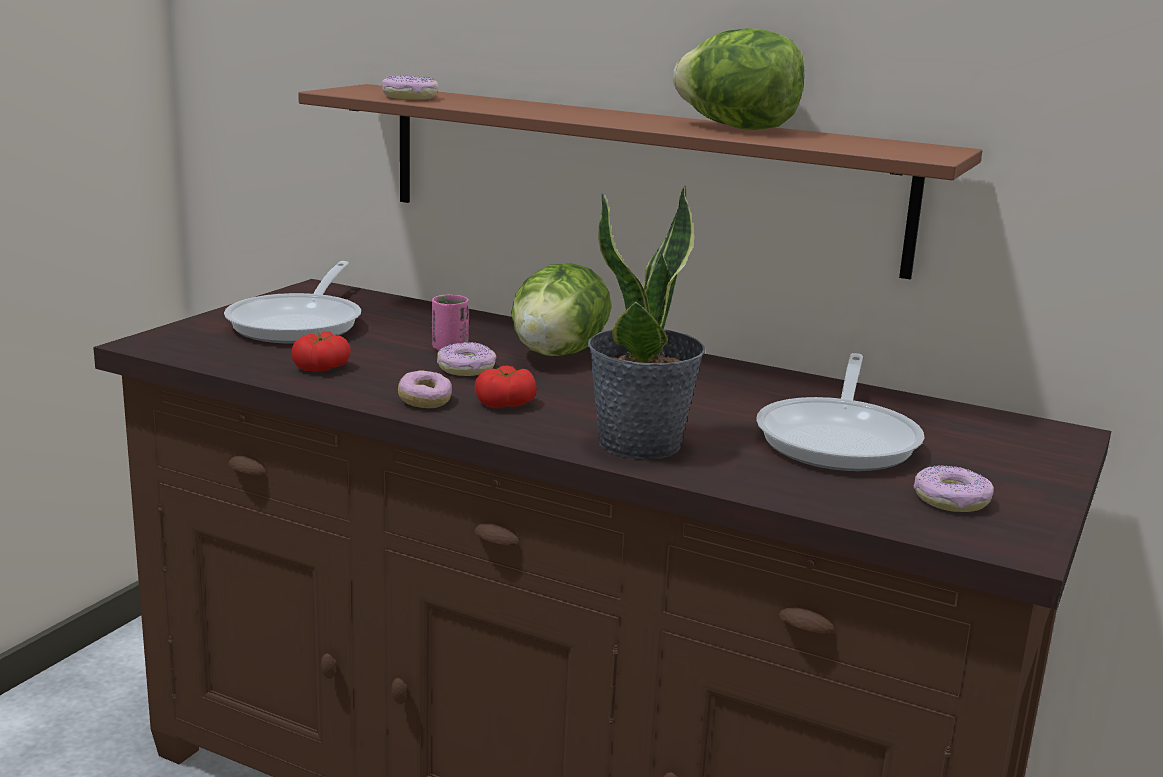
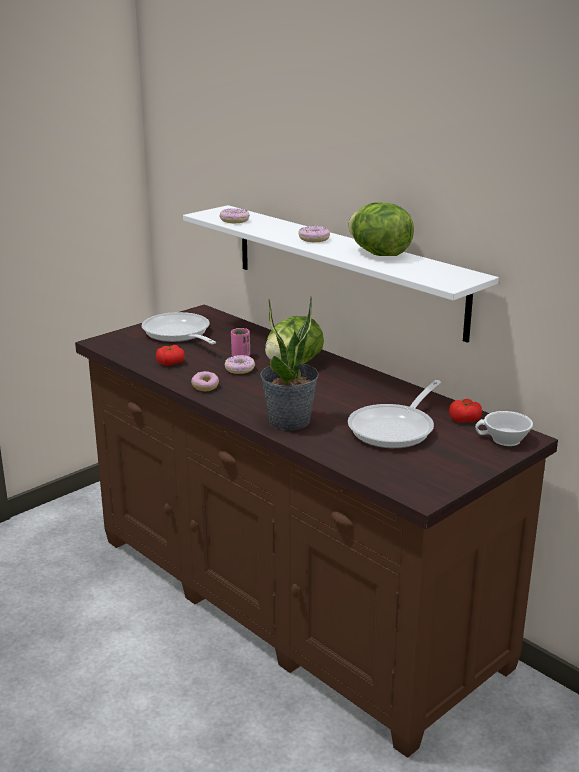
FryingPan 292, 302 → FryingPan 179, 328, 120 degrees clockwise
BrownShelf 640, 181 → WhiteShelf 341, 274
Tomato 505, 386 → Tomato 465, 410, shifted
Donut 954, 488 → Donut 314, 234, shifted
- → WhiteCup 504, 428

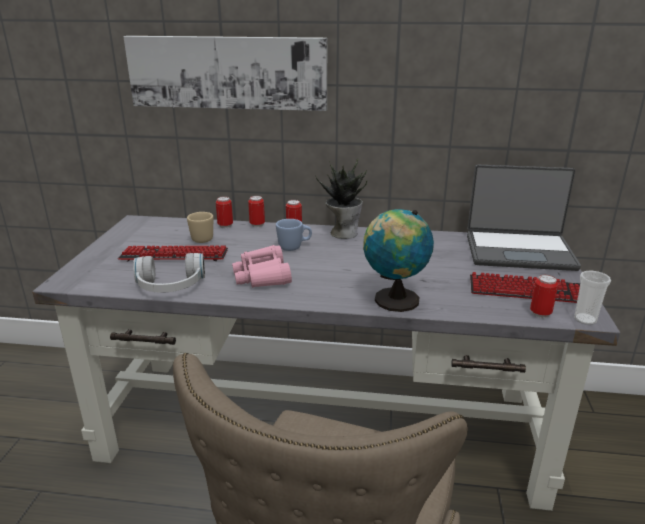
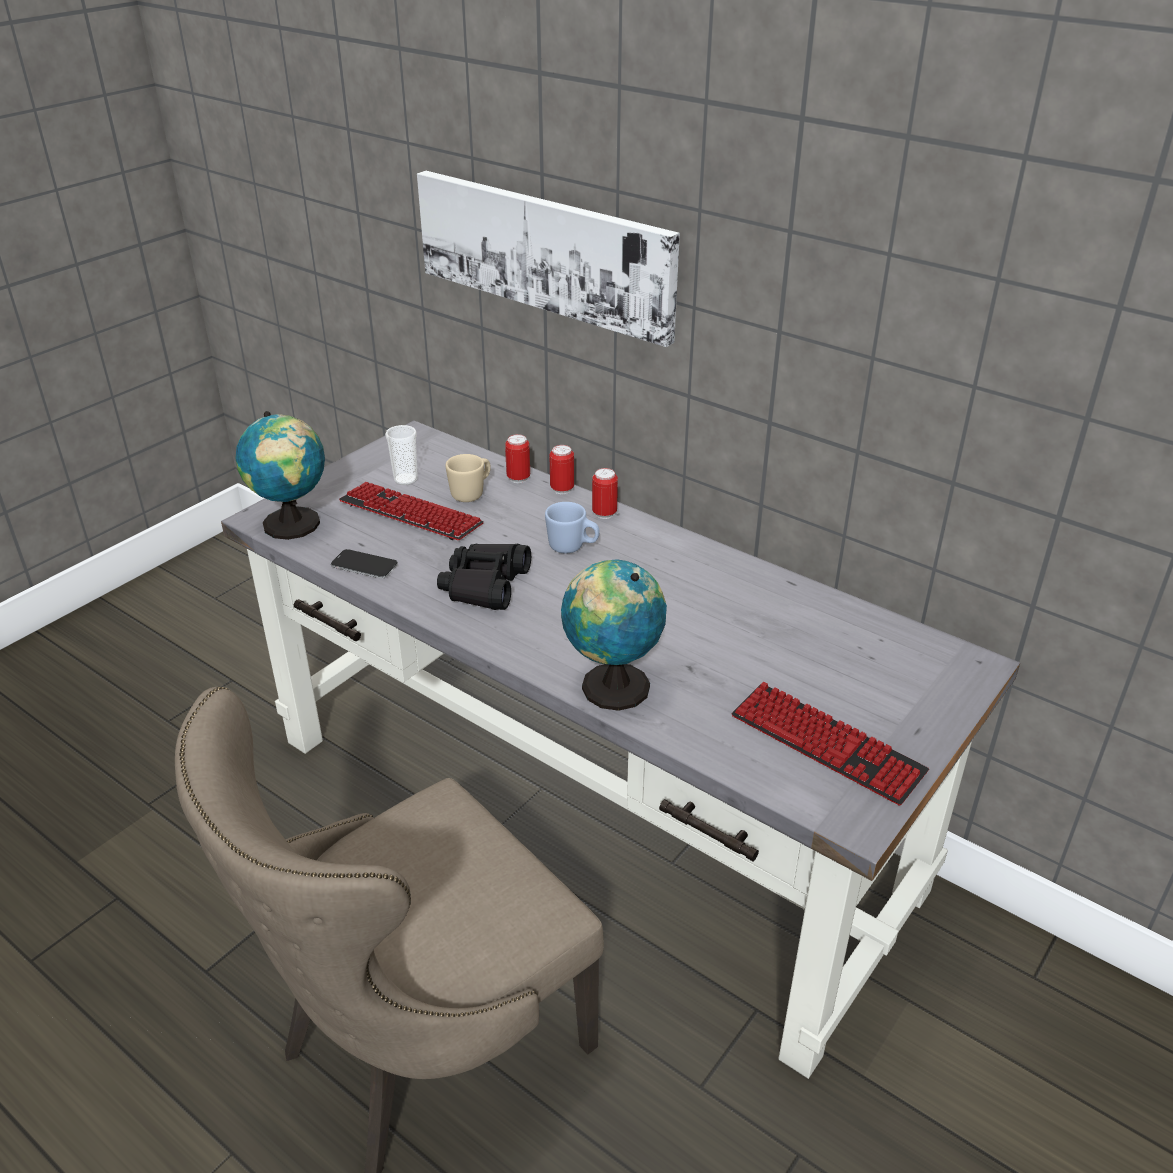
WhiteHeadphones 169, 273 → Phone 364, 564
PinkBinoculars 262, 266 → BlackBinoculars 484, 577
PottedPlant 341, 198 → -
Laptop 524, 218 → -
Can 544, 296 → -
Cup 592, 298 → Cup 401, 455, shifted
- → Globe 280, 475

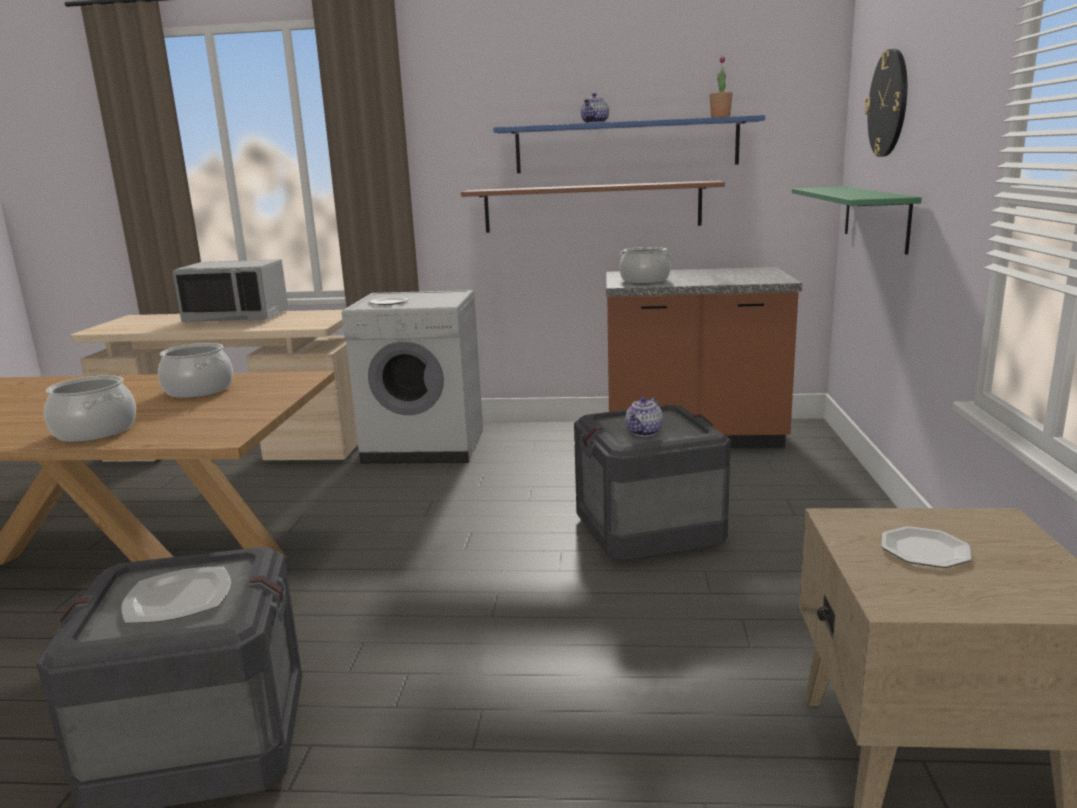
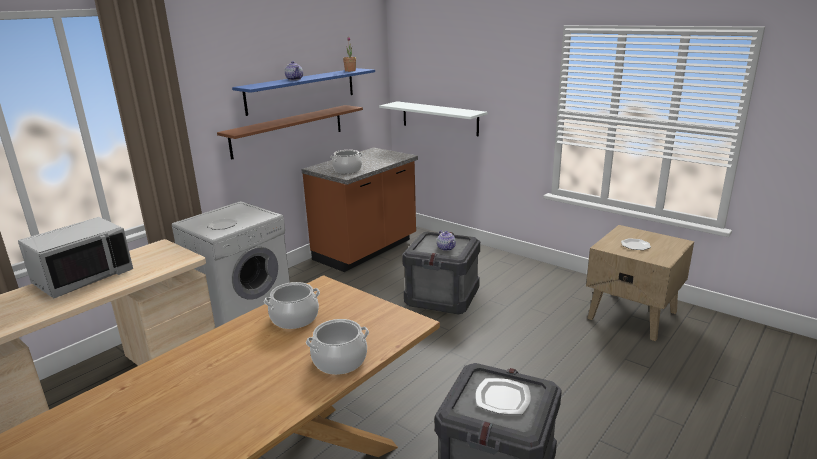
GreenShelf 857, 220 → WhiteShelf 433, 118
WallClock 886, 103 → -

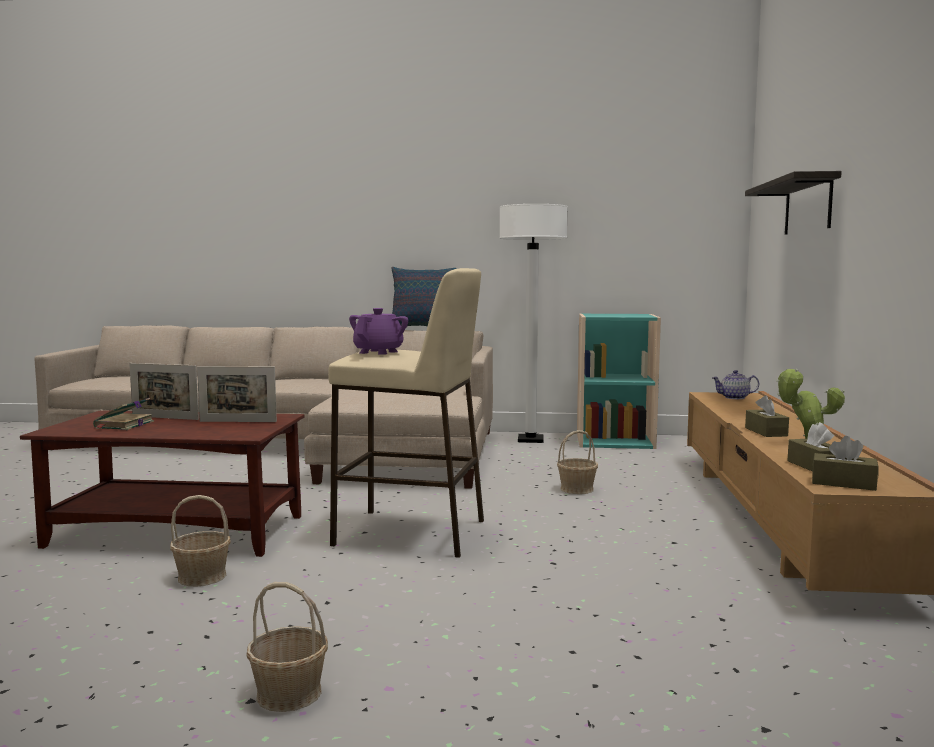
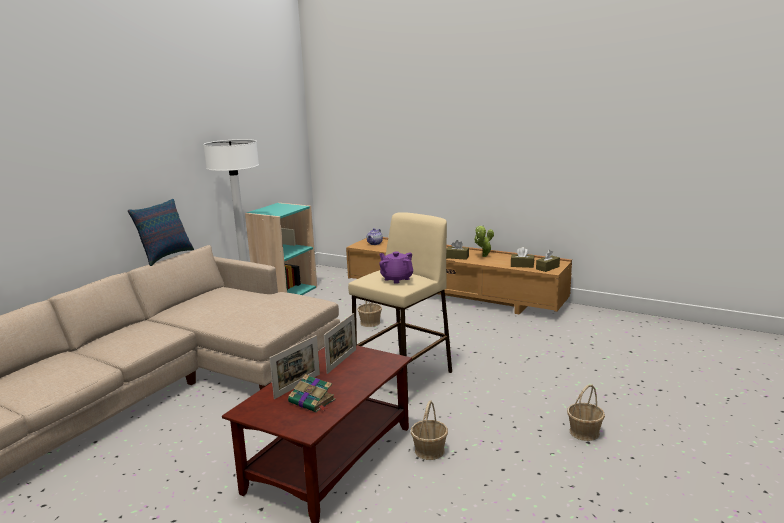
Shelf 793, 203 → -

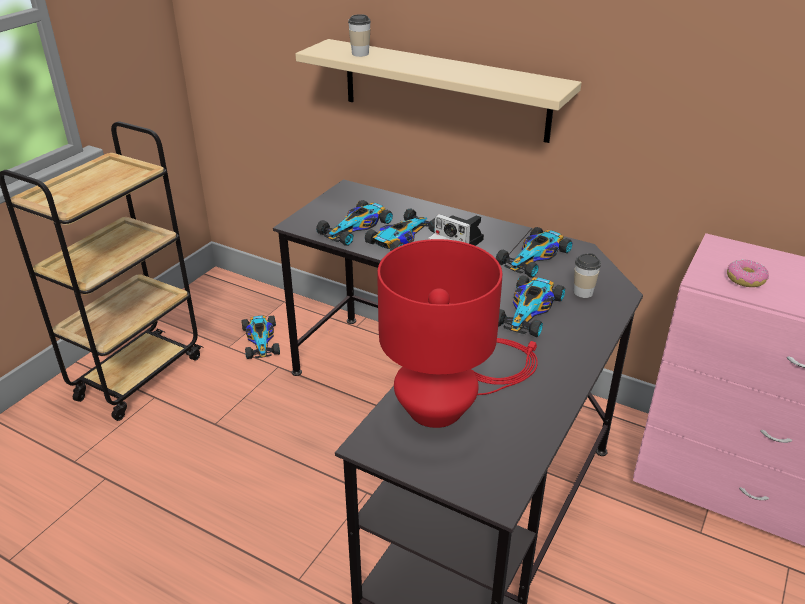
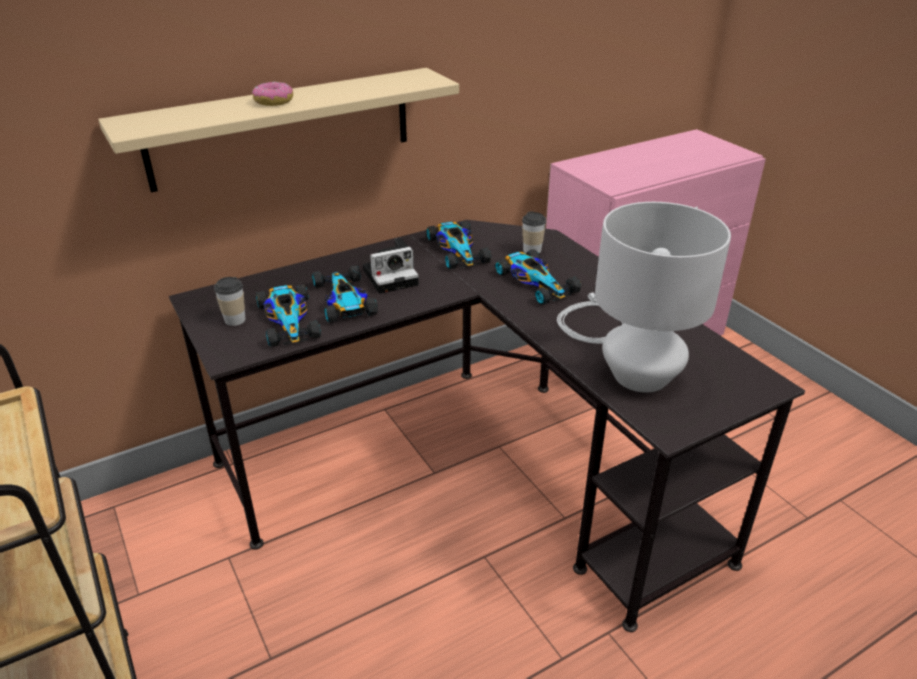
ToyCar 261, 337 → -
Cup 359, 35 → Cup 230, 301, shifted
RedTableLamp 457, 333 → GreyTableLamp 644, 297
Donut 748, 273 → Donut 272, 94, shifted

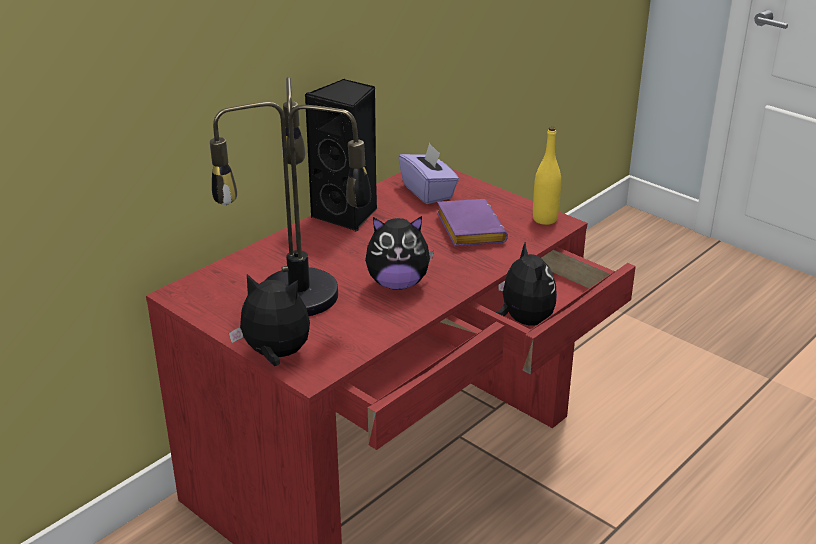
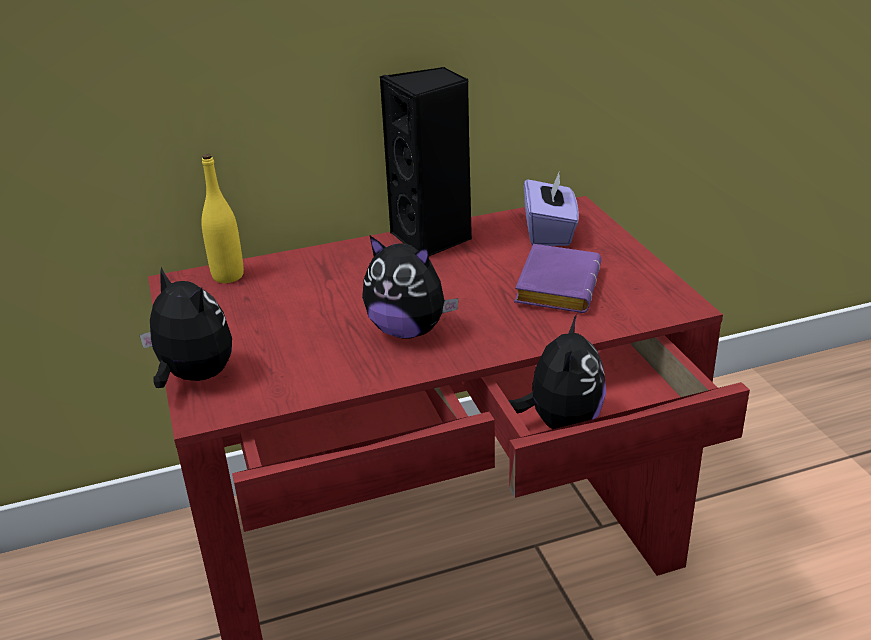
TableLamp 290, 196 → -
YellowBottle 547, 176 → YellowBottle 222, 218, shifted

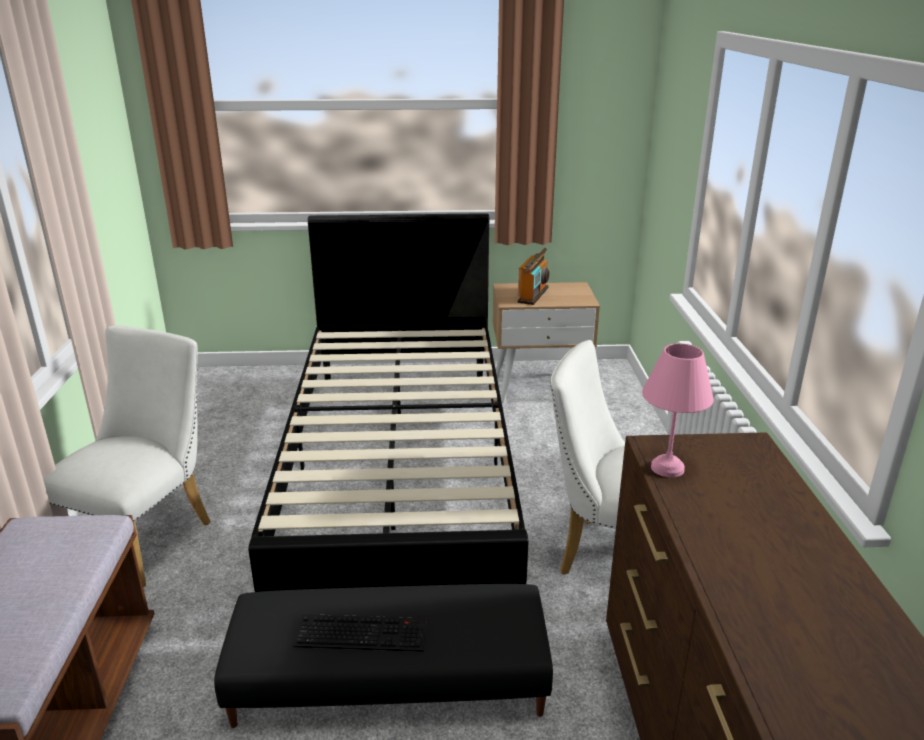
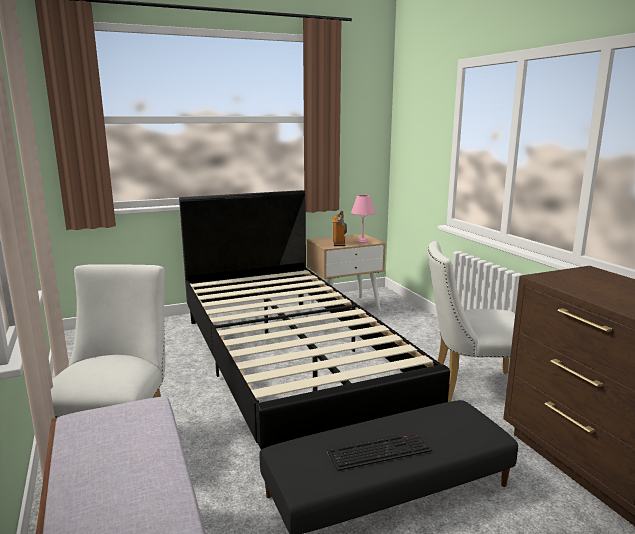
PinkTableLamp 678, 410 → PinkTableLamp 363, 219, shifted

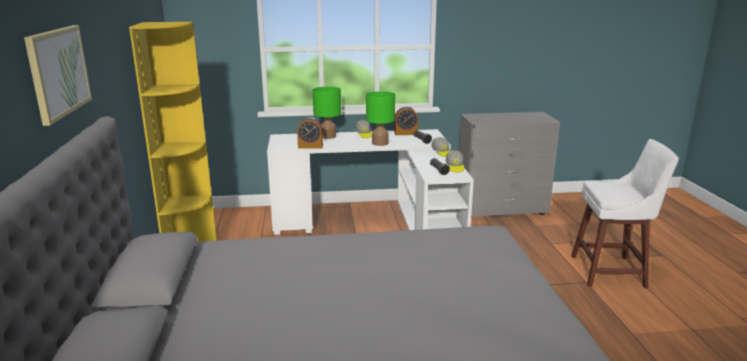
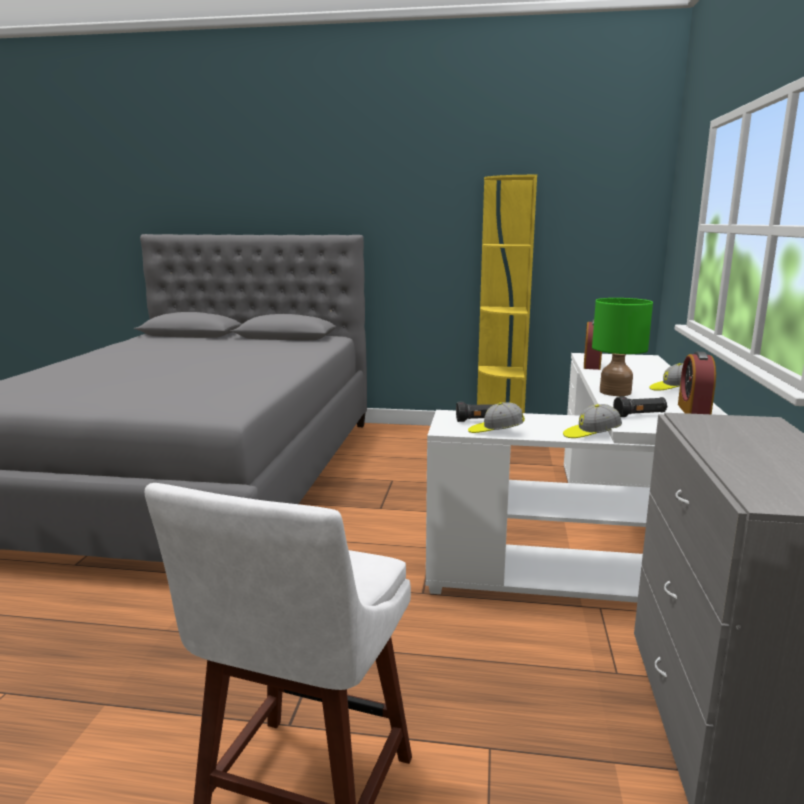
Picture 58, 75 → -
GreenTableLamp 327, 113 → -

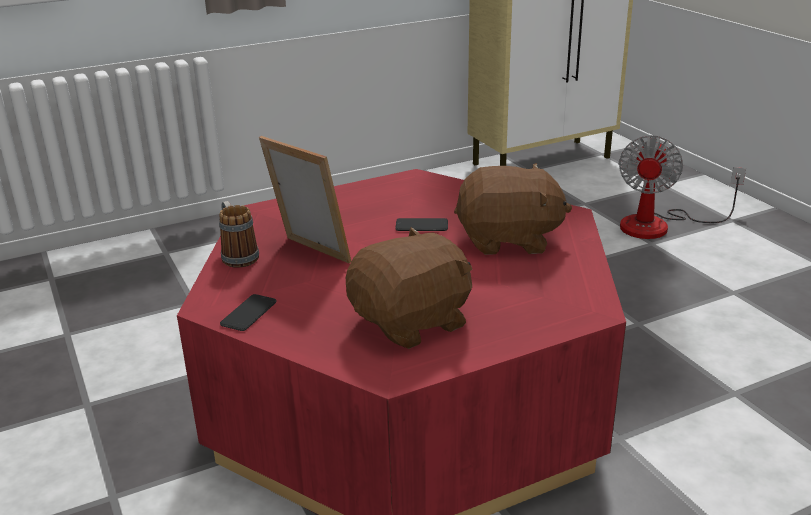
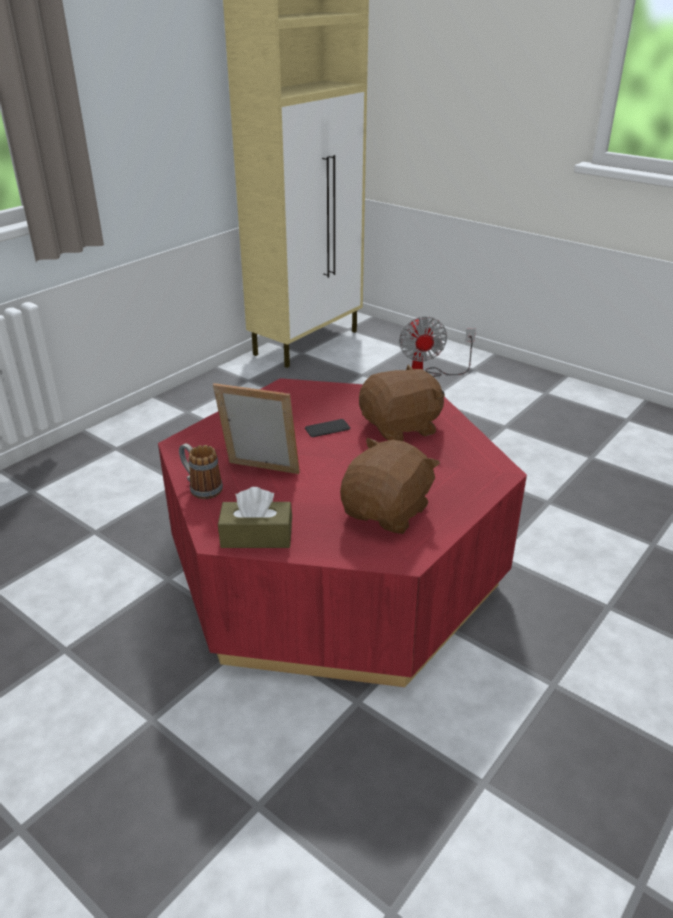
Phone 248, 312 → BrownTissueBox 255, 517

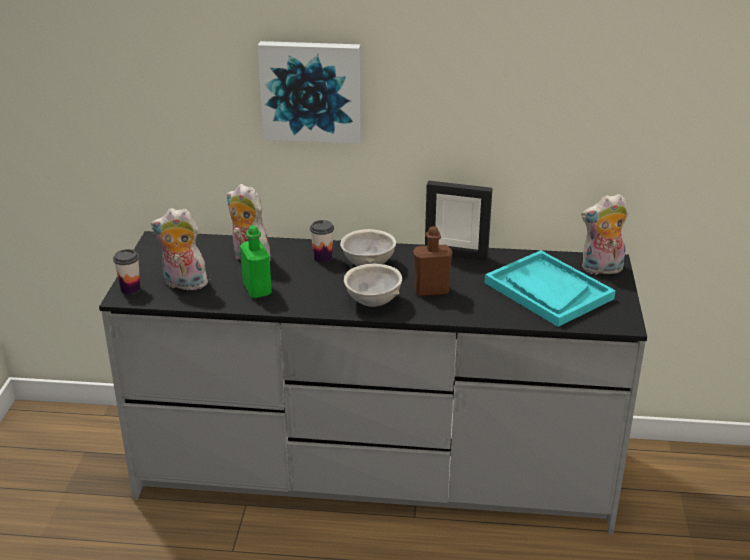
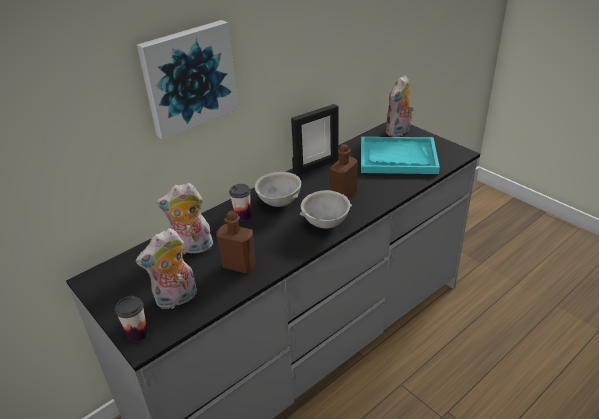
GreenBottle 256, 261 → BrownBottle 235, 242

